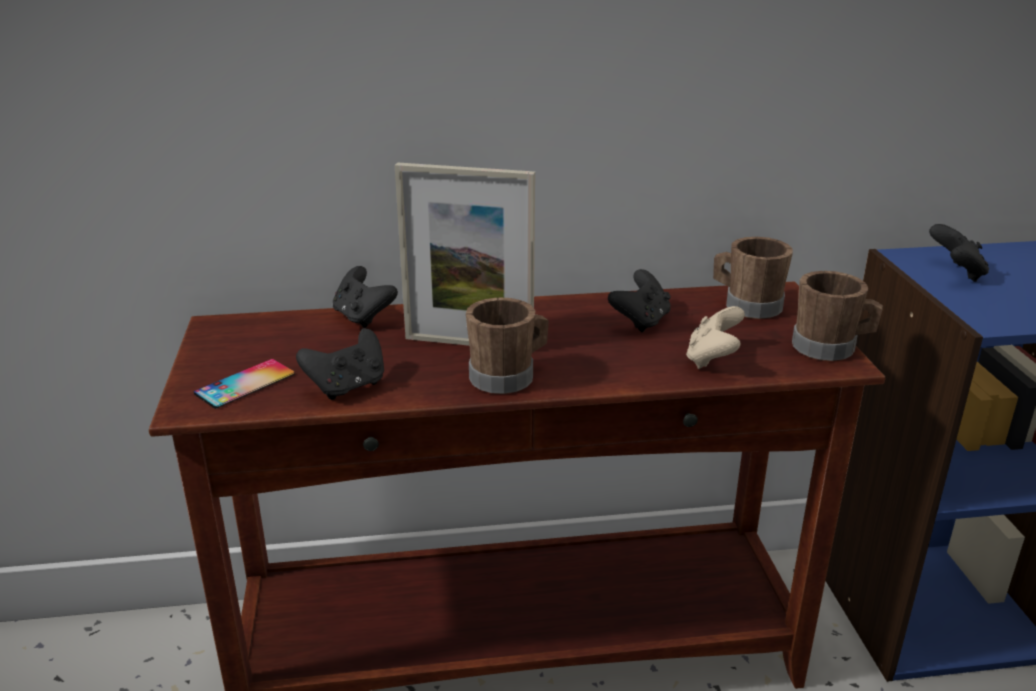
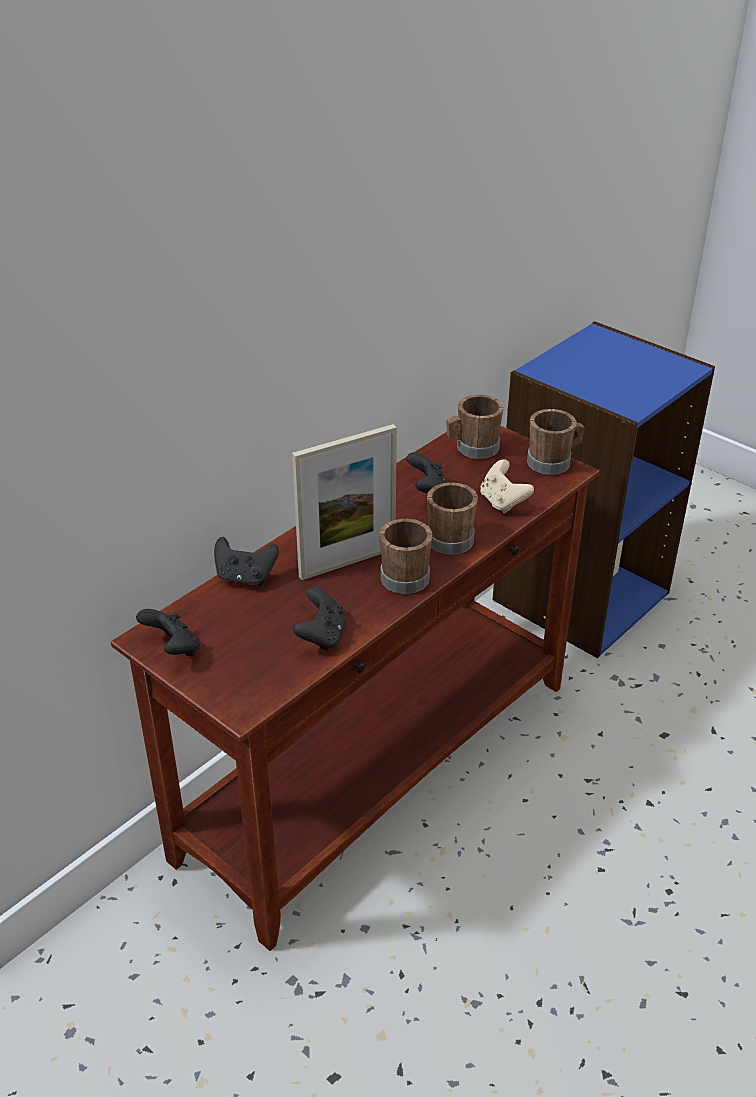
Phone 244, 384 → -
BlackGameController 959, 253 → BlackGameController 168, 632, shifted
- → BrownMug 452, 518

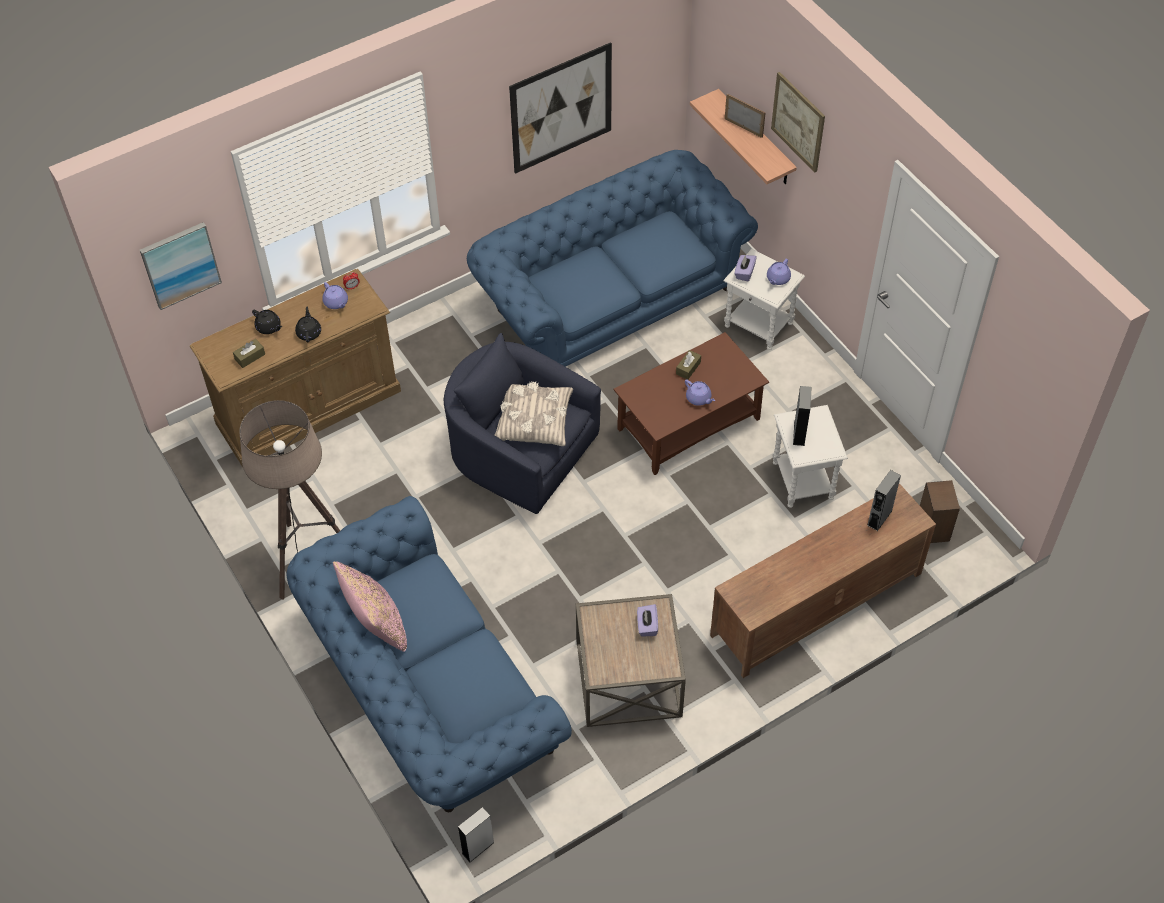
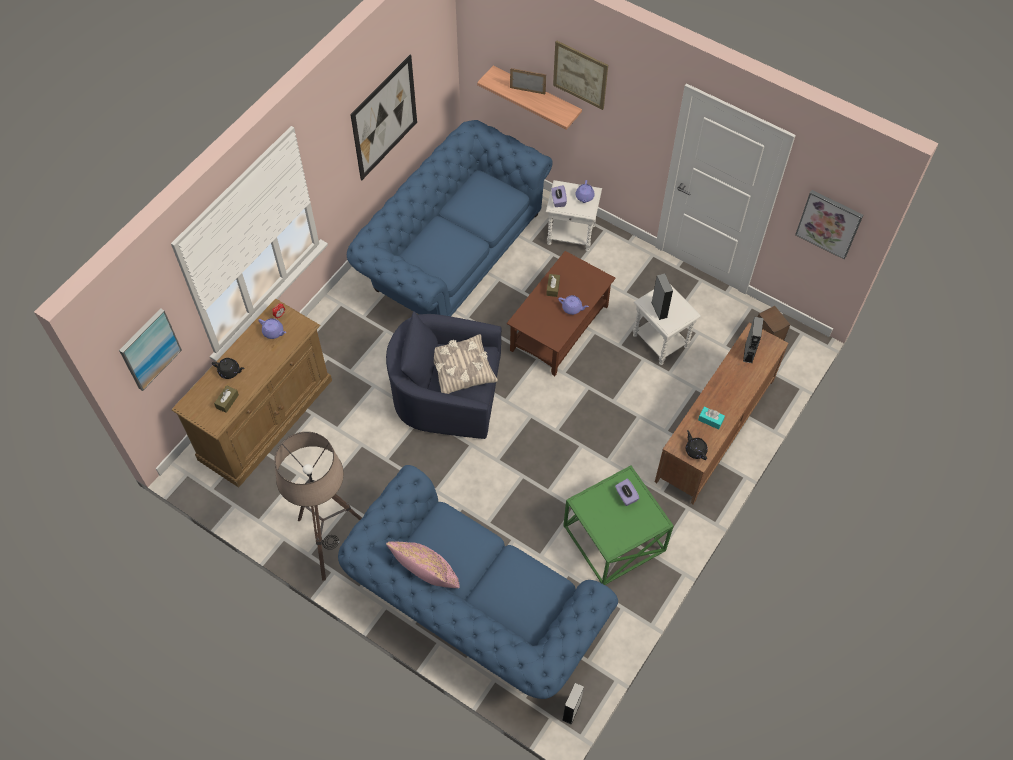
BlackTeapot 308, 324 → BlackTeapot 697, 445, shifted
BrownSideTable 631, 660 → GreenSideTable 618, 525
- → TurquoiseTissueBox 711, 418
- → Picture 829, 224

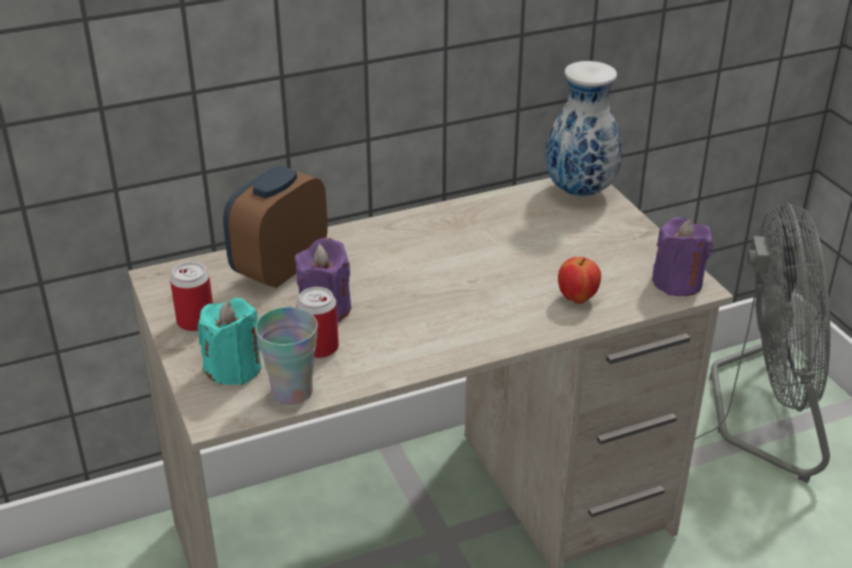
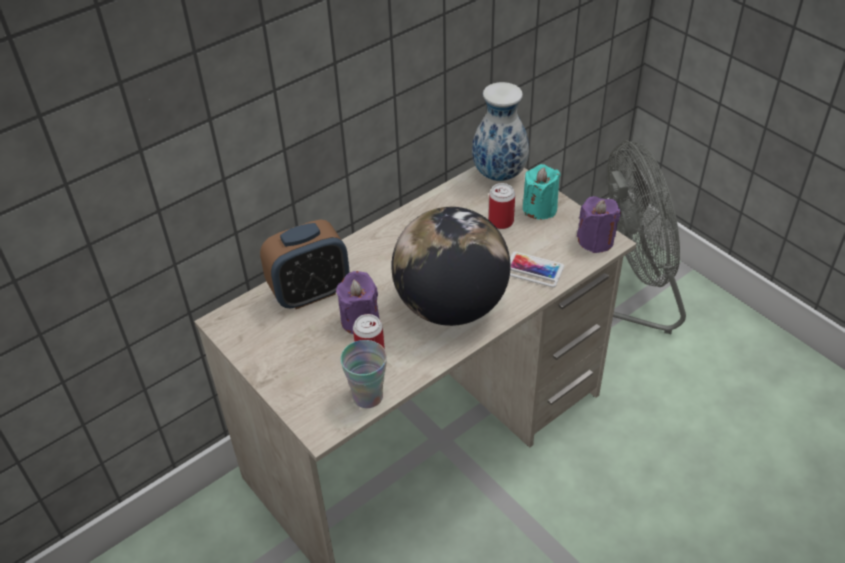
Can 191, 296 → Can 502, 206, shifted
TurquoiseCandle 229, 341 → TurquoiseCandle 542, 192, shifted
AlarmClock 275, 227 → AlarmClock 305, 264, 135 degrees counterclockwise
Apple 579, 280 → Phone 537, 269
- → Globe 450, 266

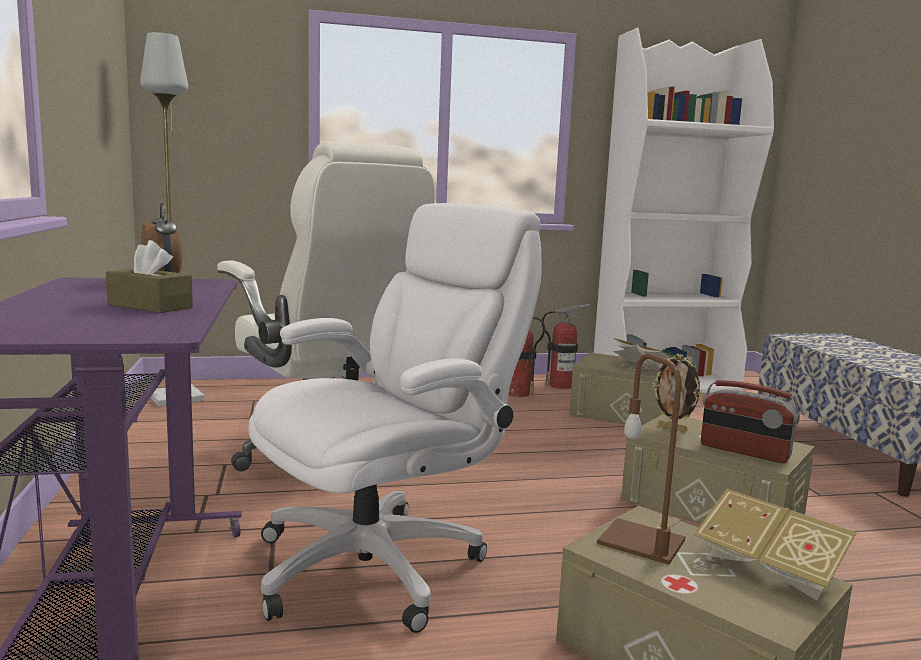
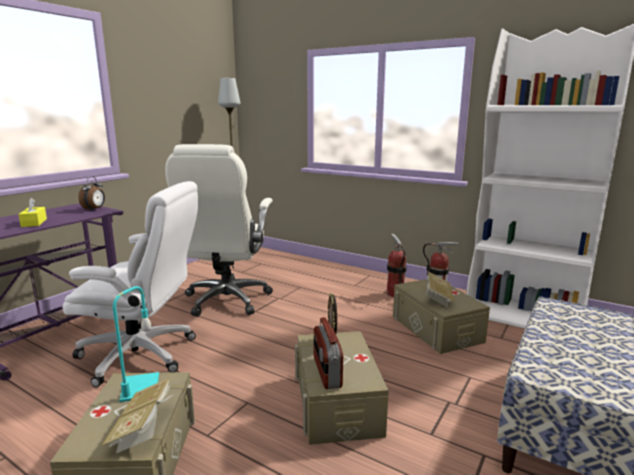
BrownTissueBox 149, 276 → YellowTissueBox 33, 212
BrownTableLamp 641, 459 → TurquoiseTableLamp 136, 344

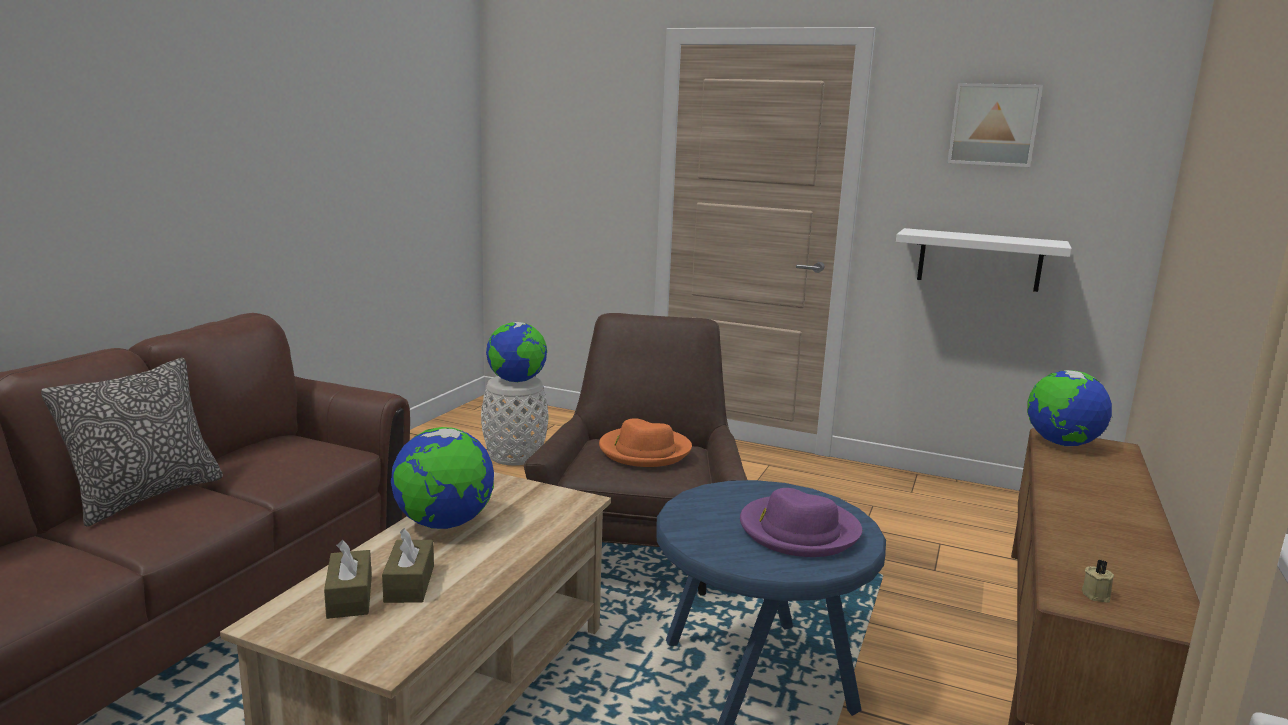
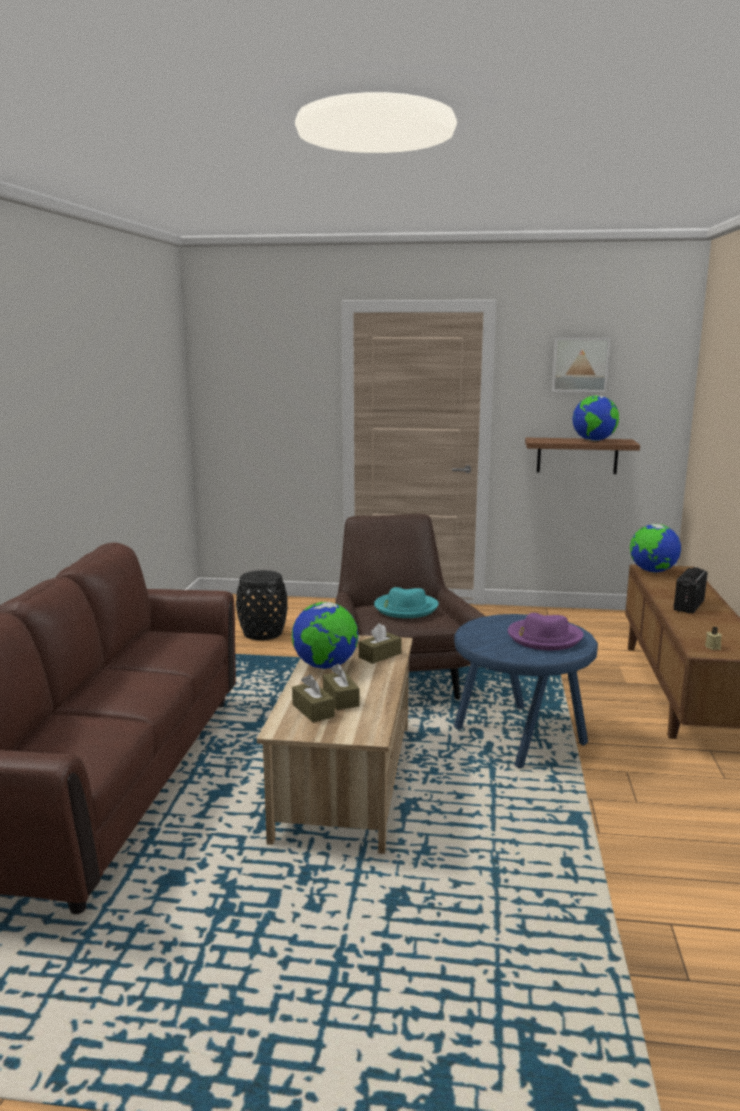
Pillow 132, 442 → -
WhiteStool 514, 420 → BlackStool 262, 605
Globe 516, 352 → Globe 595, 418, shifted
OrangeHat 645, 442 → TurquoiseHat 406, 602
WhiteShelf 984, 260 → BrownShelf 582, 456
- → BrownTissueBox 380, 643
- → Radio 690, 590

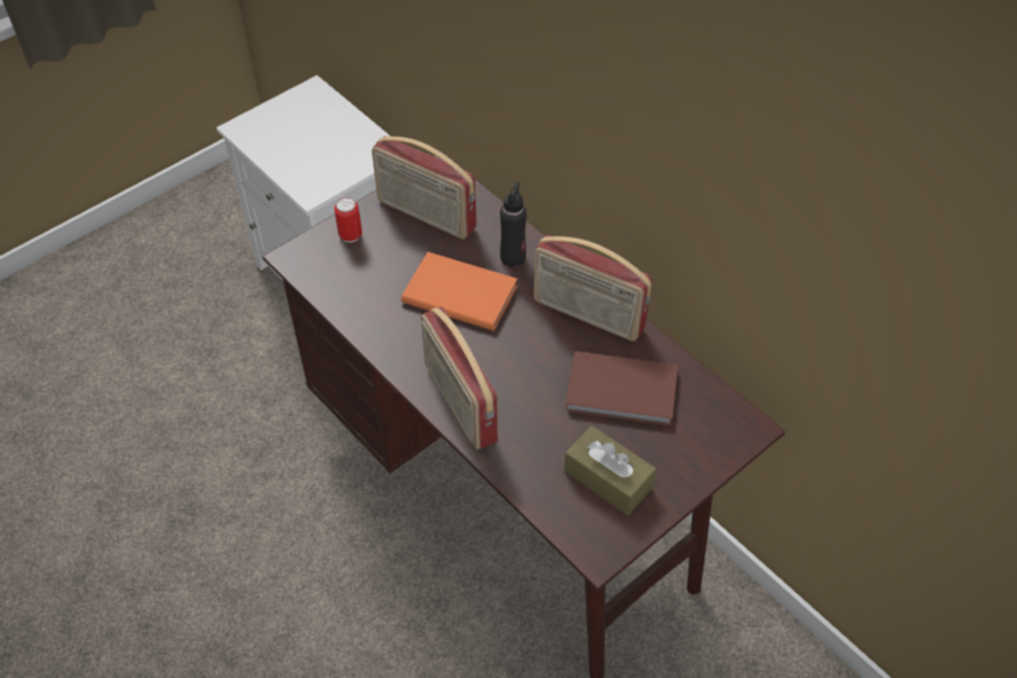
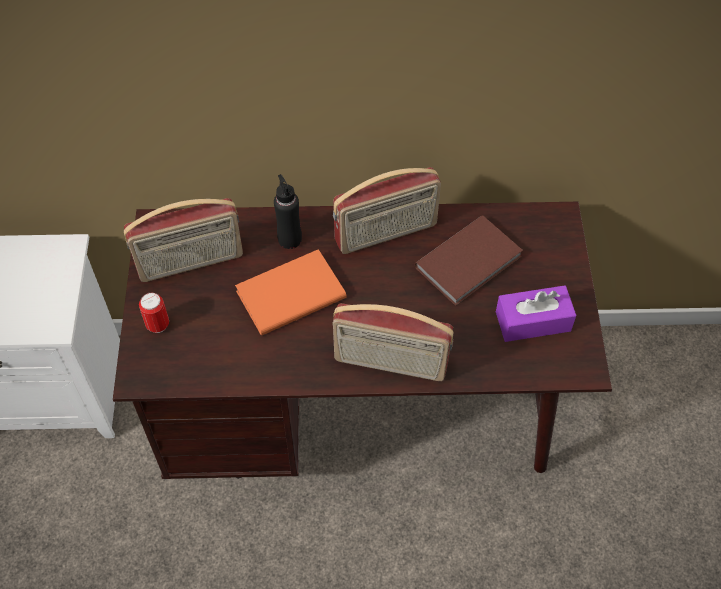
BrownTissueBox 610, 470 → PurpleTissueBox 536, 313

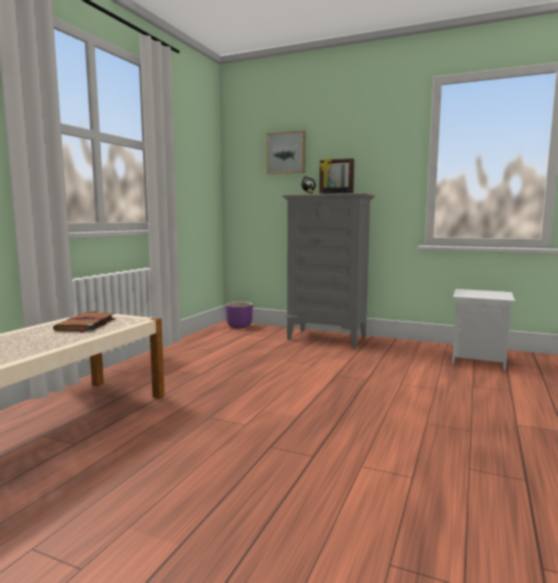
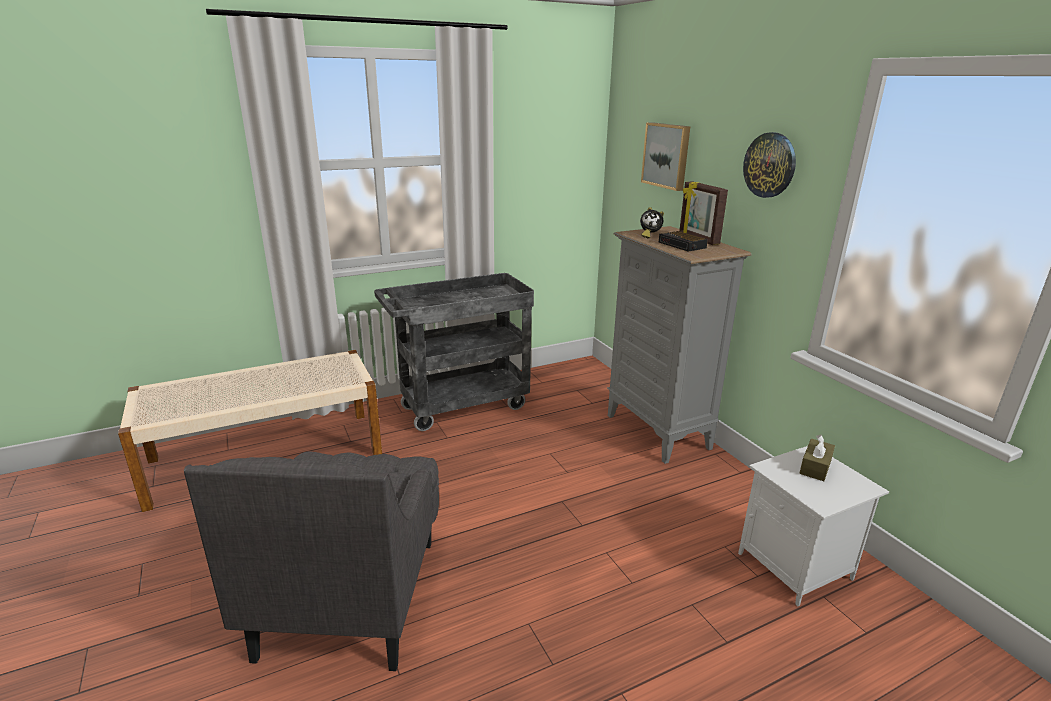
BrownBook 84, 322 → -
PurplePlanter 239, 315 → -
- → GreyArmchair 311, 561
- → BlackCart 454, 352
- → WallClock 769, 165
- → BrownTissueBox 817, 458

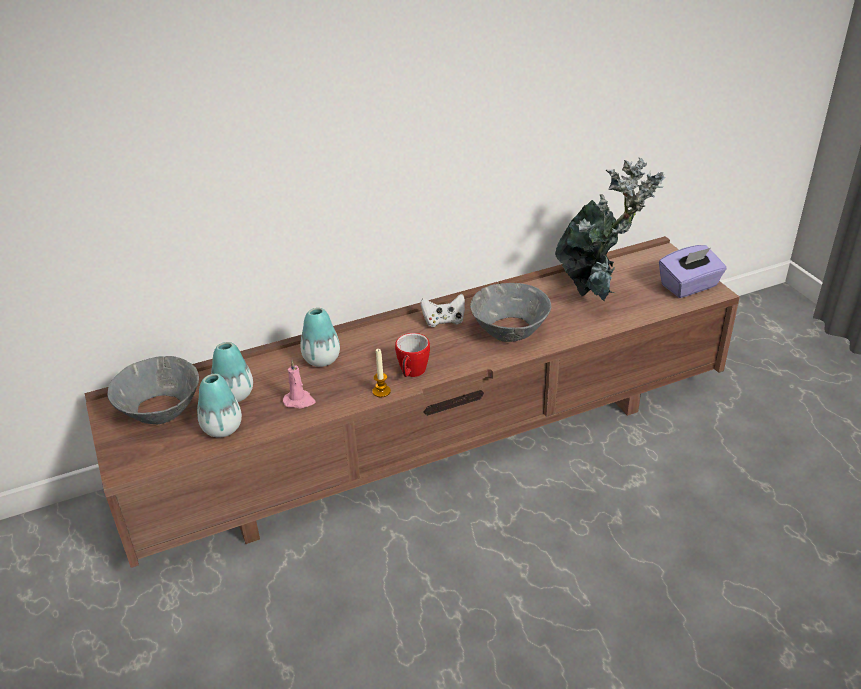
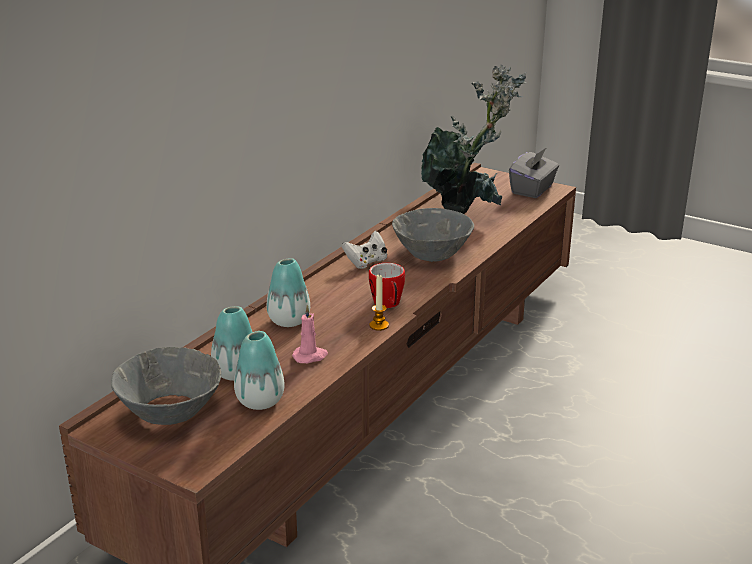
PurpleTissueBox 693, 271 → GreyTissueBox 534, 172

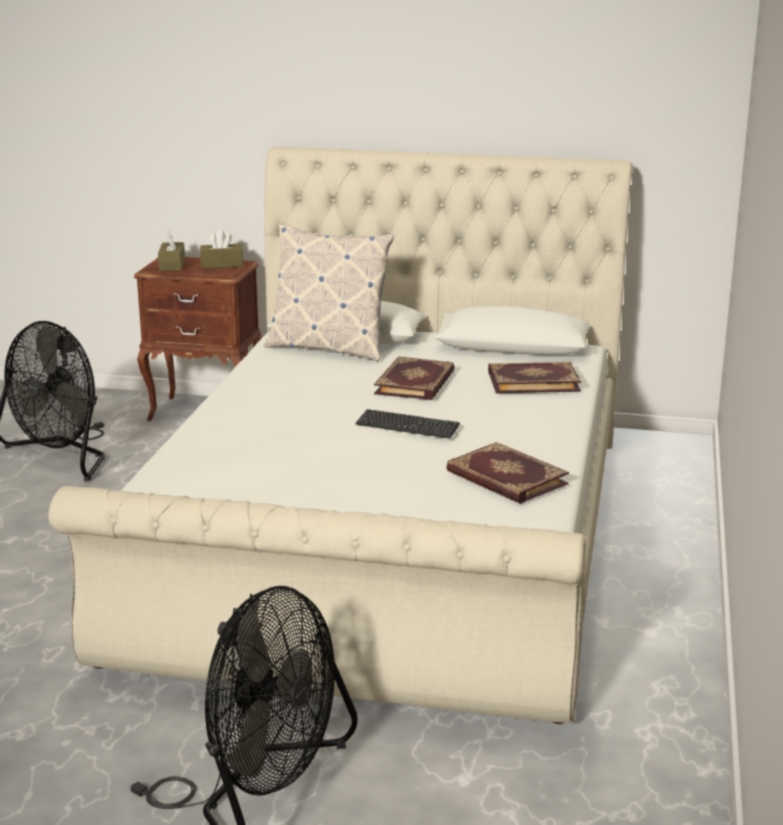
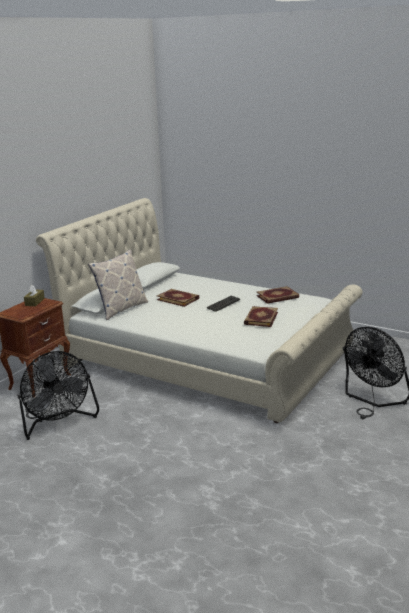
BrownTissueBox 171, 250 → -
Book 534, 377 → Book 261, 316, shifted

